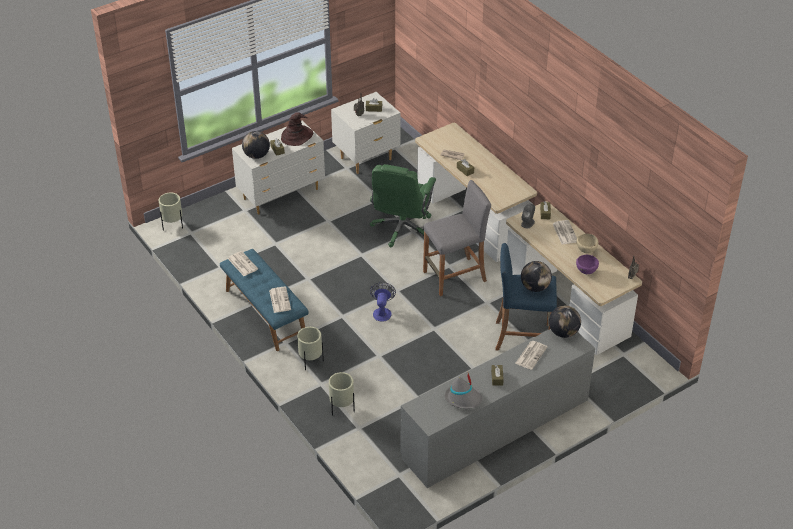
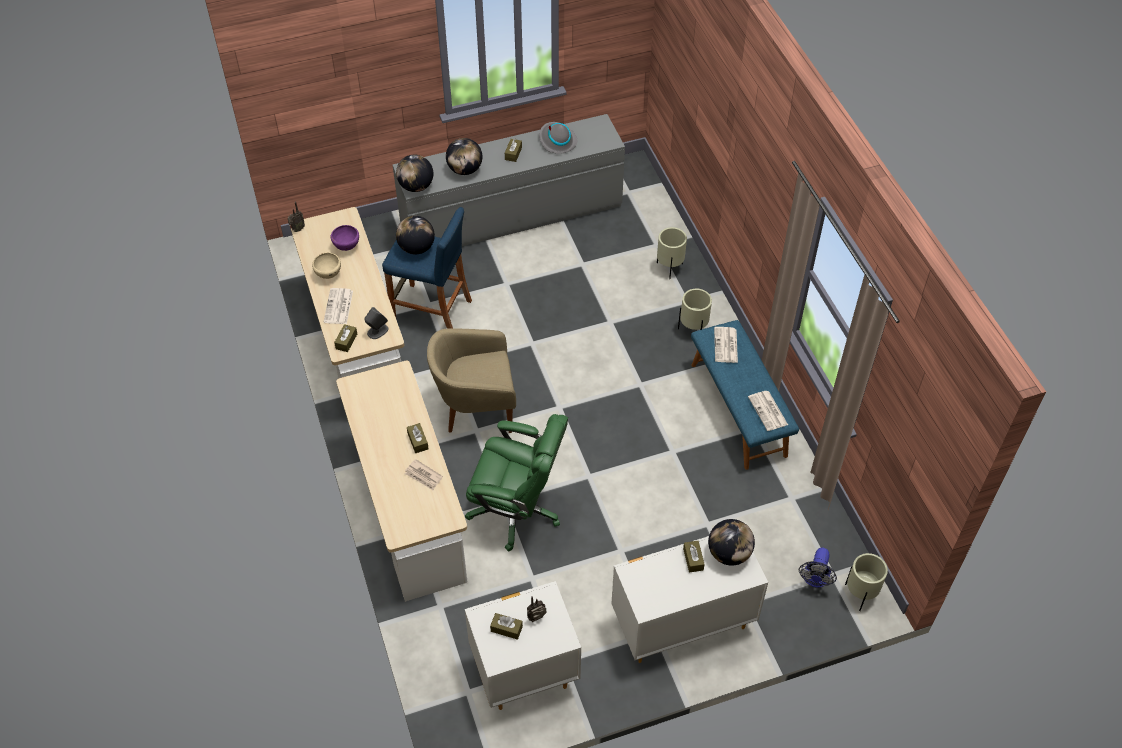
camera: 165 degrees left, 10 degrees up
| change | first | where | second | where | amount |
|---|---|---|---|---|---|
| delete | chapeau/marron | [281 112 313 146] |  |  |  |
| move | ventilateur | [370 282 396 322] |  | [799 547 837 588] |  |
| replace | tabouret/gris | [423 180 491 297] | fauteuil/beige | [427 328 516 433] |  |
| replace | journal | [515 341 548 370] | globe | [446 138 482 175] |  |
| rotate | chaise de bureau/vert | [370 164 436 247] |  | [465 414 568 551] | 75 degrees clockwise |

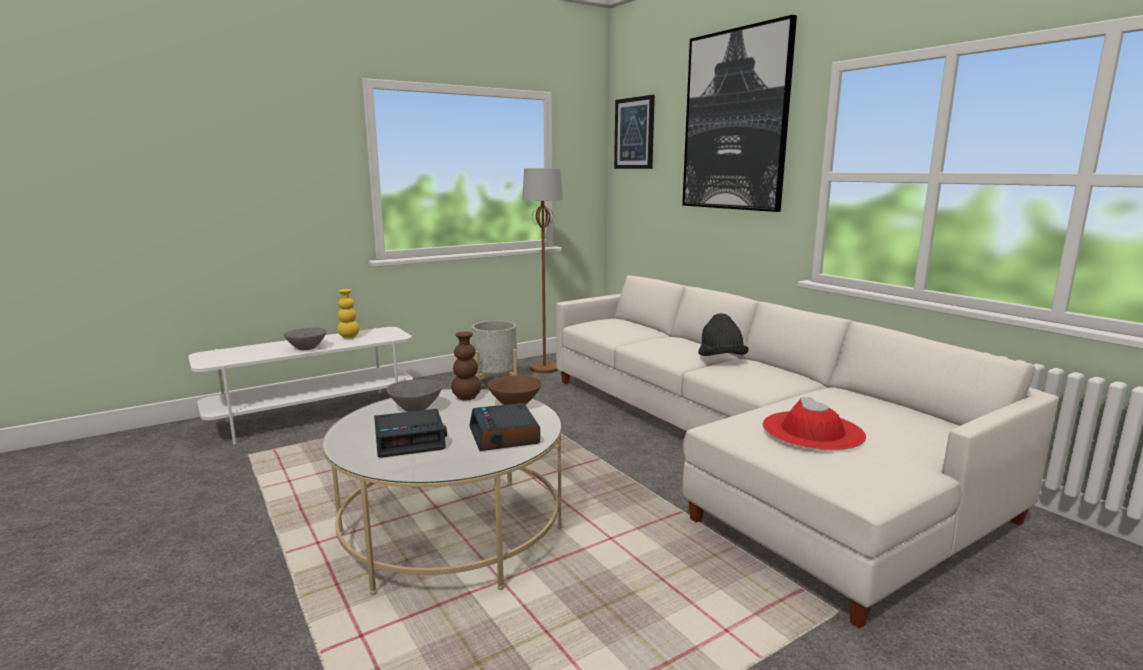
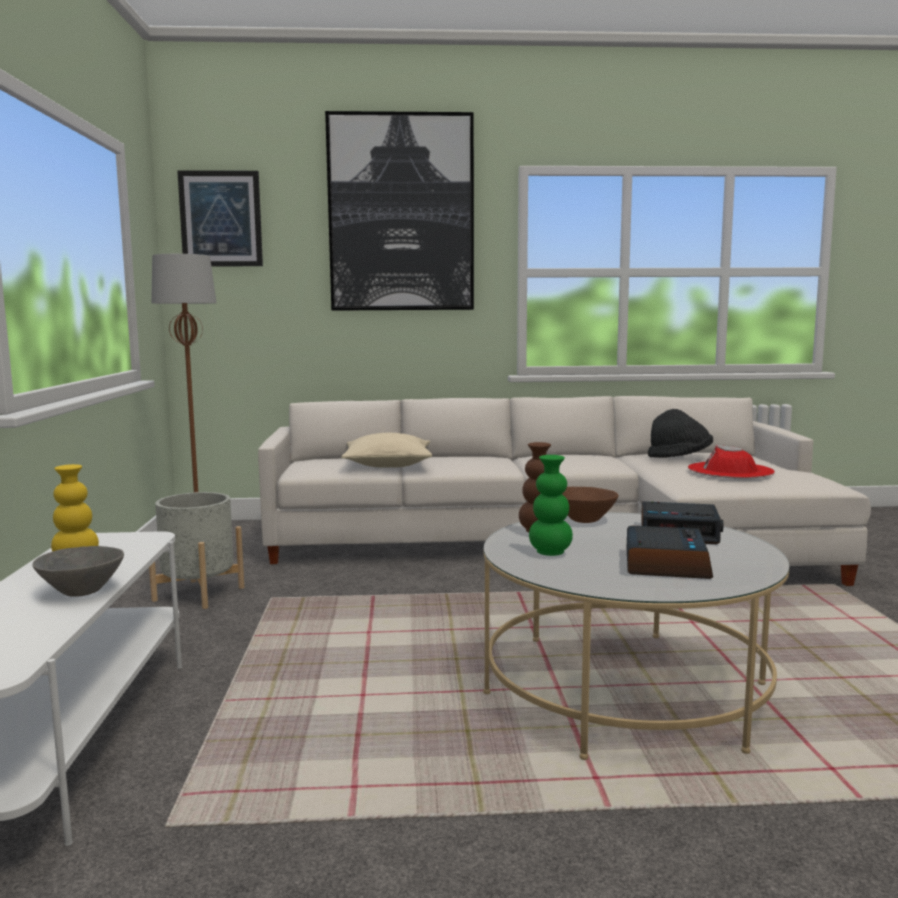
camera: 60 degrees left, 5 degrees down
| change | first | where | second | where | amount |
|---|---|---|---|---|---|
| insert |  |  | coussin/beige | [341 433 432 468] |  |
| move | chapeau/noir | [698 313 749 356] |  | [648 409 713 458] |  |
| replace | bol/gris | [386 379 442 412] | vase/vert | [529 455 573 556] |  |

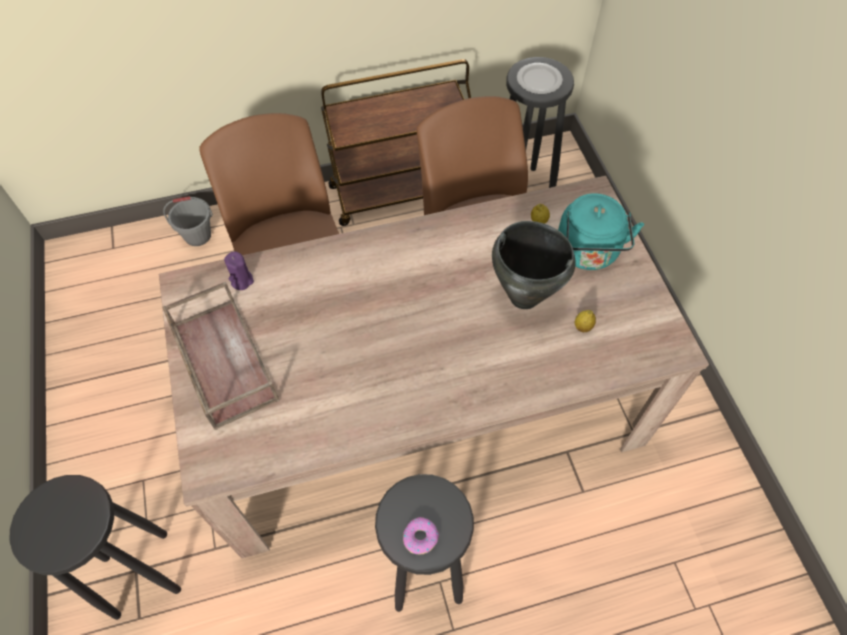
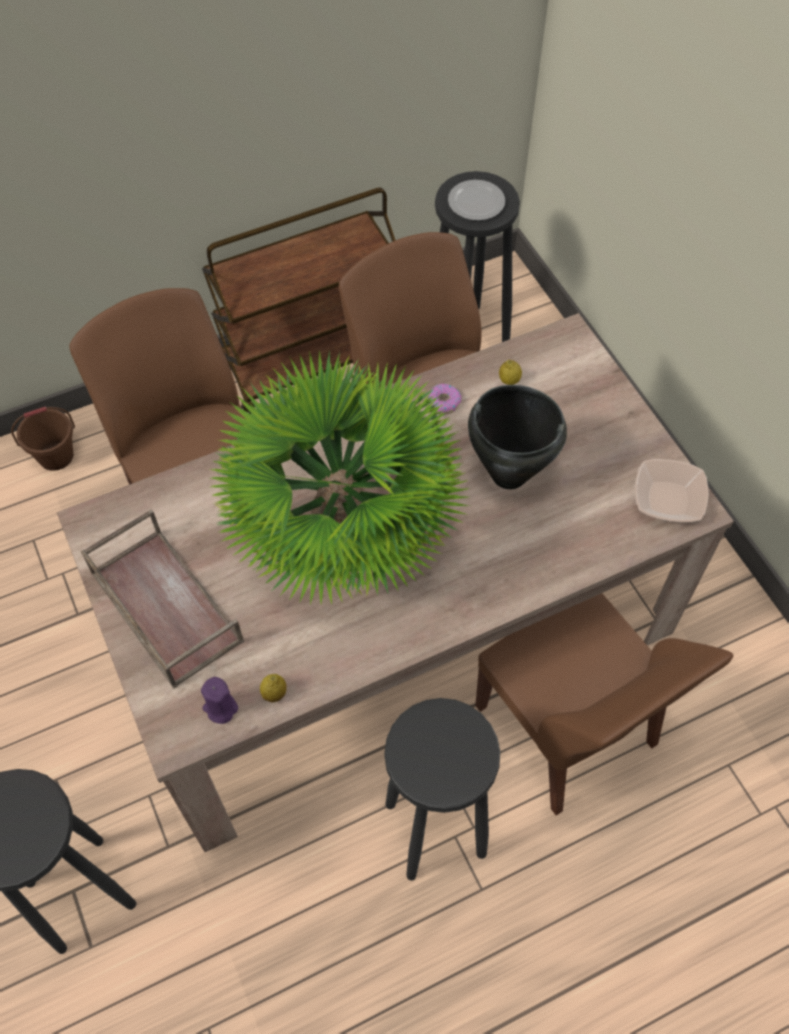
camera: 10 degrees left, 0 degrees up
| change | first | where | second | where | amount |
|---|---|---|---|---|---|
| delete | bouilloire/turquoise | [558 193 644 270] |  |  |  |
| insert |  |  | plante en pot | [210 350 471 604] |  |
| insert |  |  | chaise/marron | [475 593 733 815] |  |
| insert |  |  | bol | [635 459 709 522] |  |
| move | bougie/violet | [224 251 254 290] |  | [201 677 238 724] |  |
| move | beignet | [403 517 439 554] |  | [427 384 462 415] |  |
| move | citron | [575 310 596 332] |  | [260 674 286 703] |  |
| recolor | seau/gris | [163 196 213 246] | seau/marron | [11 406 75 471] |  |

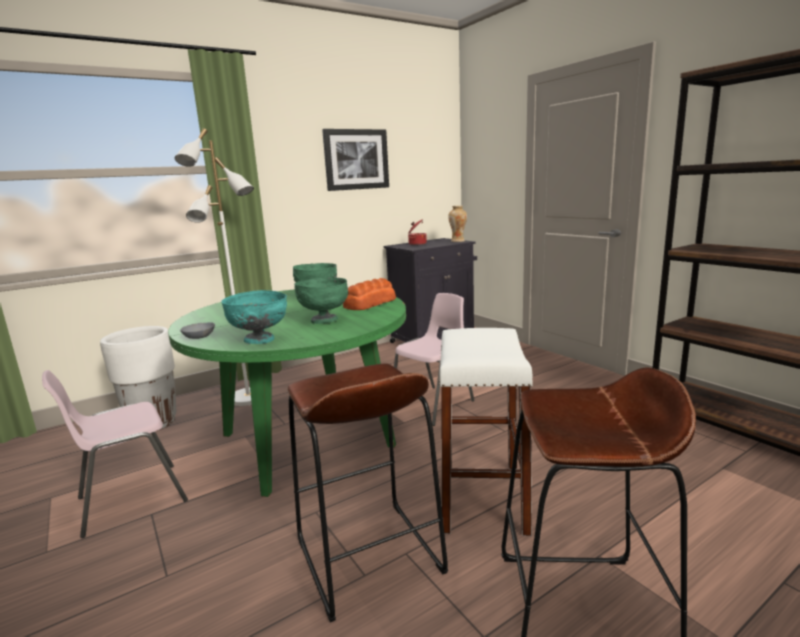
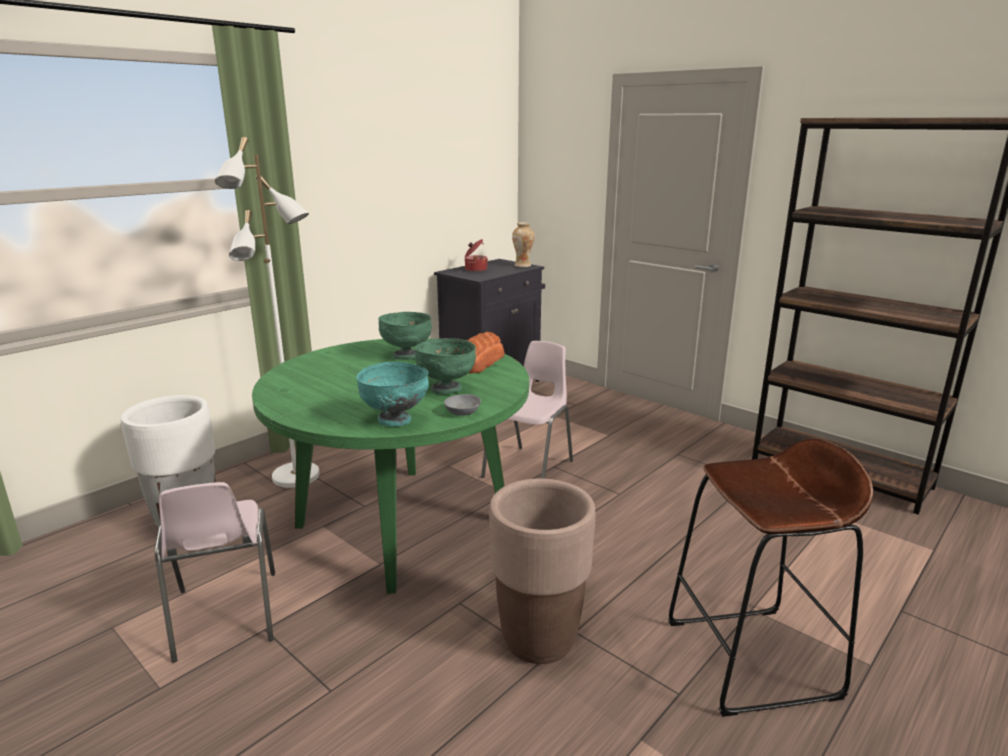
camera: 15 degrees left, 5 degrees up
| change | first | where | second | where | amount |
|---|---|---|---|---|---|
| delete | tableau | [322 129 389 191] |  |  |  |
| delete | tabouret/blanc | [439 328 533 536] |  |  |  |
| move | bol/gris | [180 322 215 339] |  | [444 394 481 416] |  |
| replace | tabouret/marron | [288 363 448 622] | cache-pot/marron | [489 478 596 664] |  |
| rotate | chaise/rose | [42 370 188 538] |  | [155 482 275 663] | 60 degrees counterclockwise |

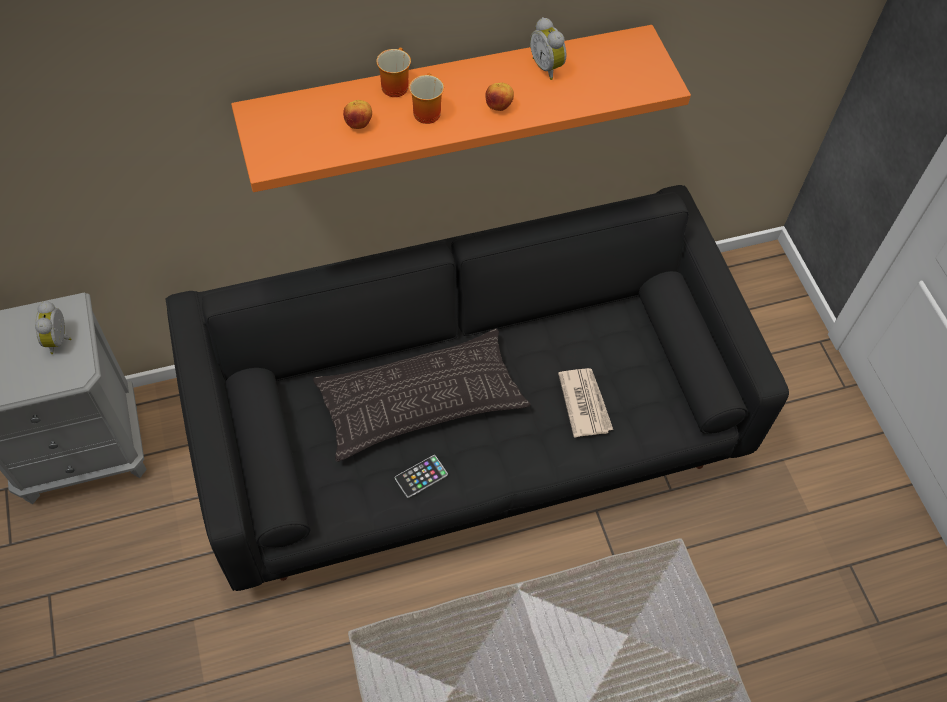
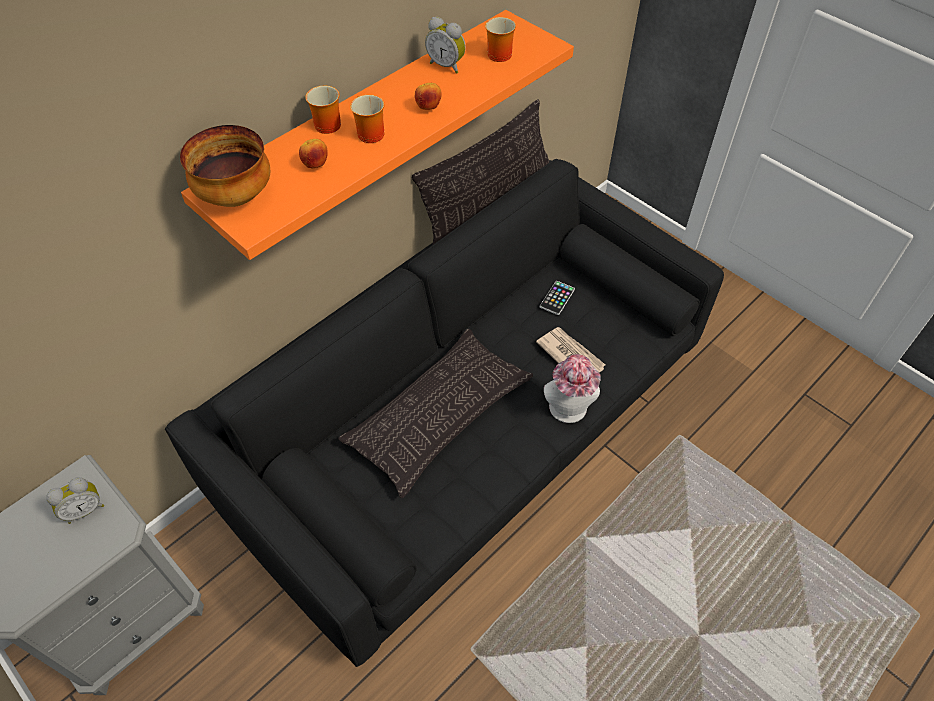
camera: 25 degrees left, 5 degrees down
| change | first | where | second | where | amount |
|---|---|---|---|---|---|
| insert |  |  | bol | [180 125 270 207] |  |
| insert |  |  | coussin | [412 99 549 244] |  |
| insert |  |  | mug | [485 17 516 62] |  |
| insert |  |  | chapeau | [544 354 601 423] |  |
| move | téléphone | [395 455 448 498] |  | [540 281 575 315] |  |
| rotate | réveil | [35 301 71 354] |  | [46 477 104 524] | 90 degrees counterclockwise |

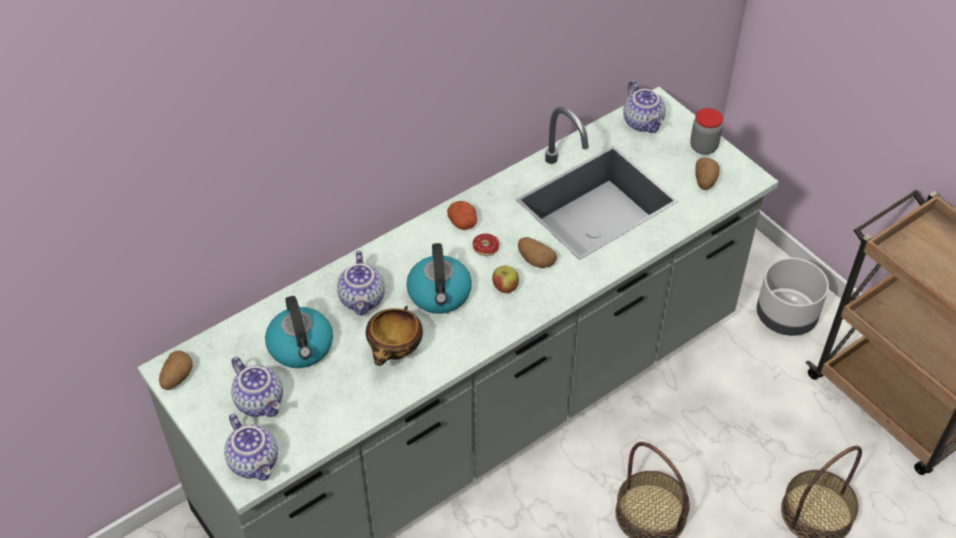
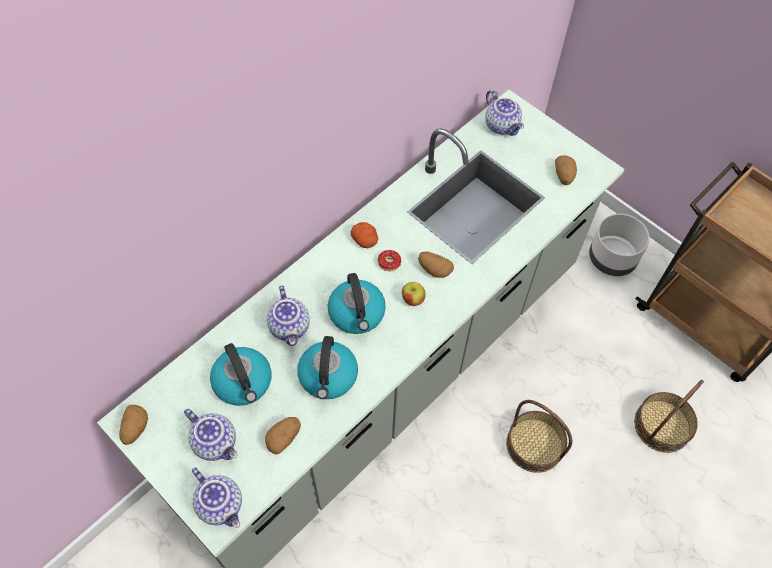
camera: 10 degrees left, 10 degrees up
| change | first | where | second | where | amount |
|---|---|---|---|---|---|
| delete | bocal | [690 108 723 155] |  |  |  |
| insert |  |  | pomme de terre | [265 417 301 454] |  |
| replace | bol | [366 306 423 366] | bouilloire | [298 336 358 399] |  |

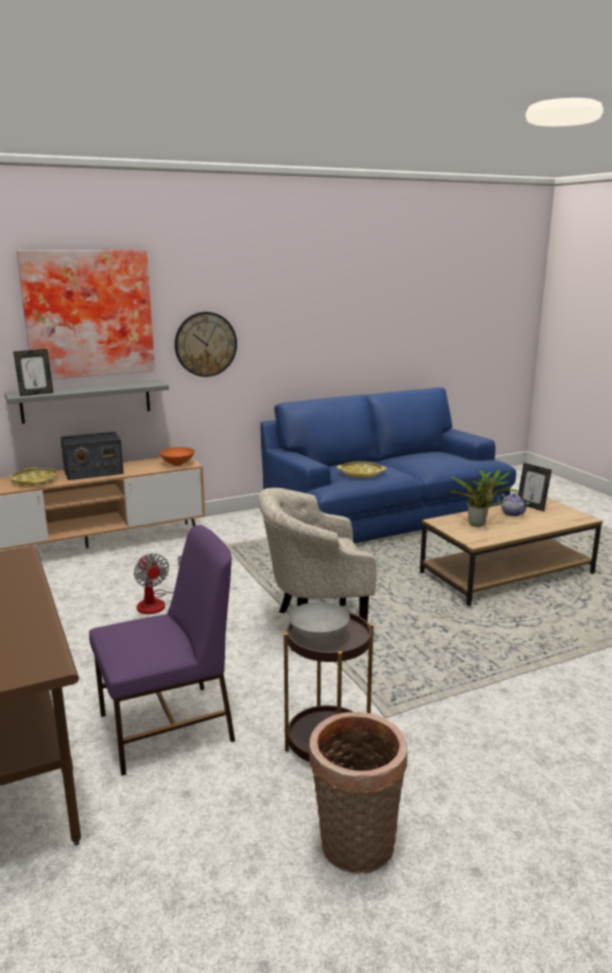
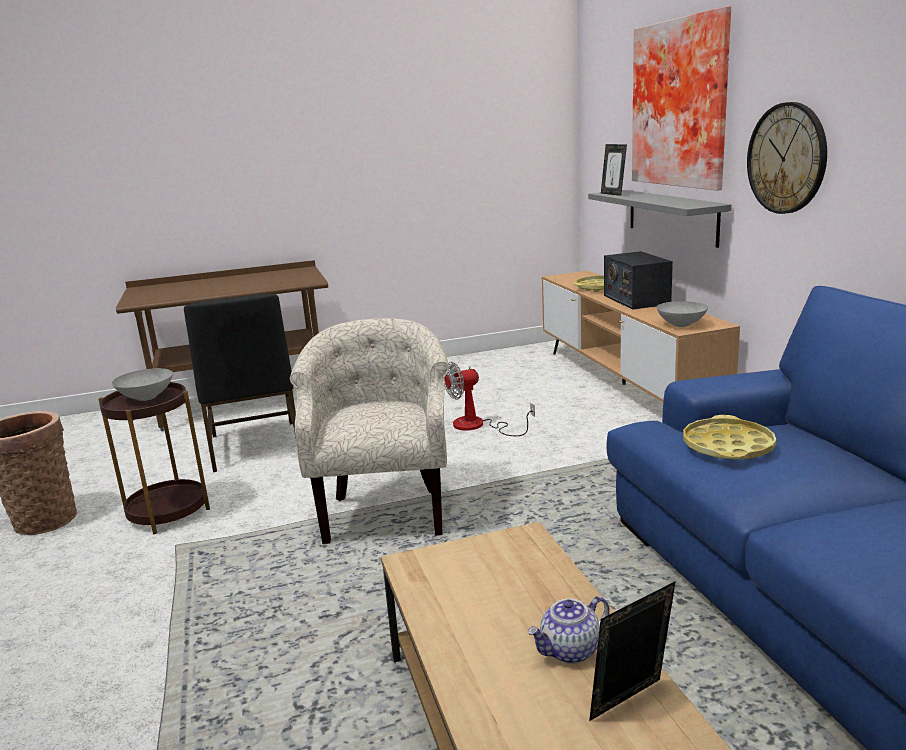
camera: 100 degrees right, 0 degrees up
| change | first | where | second | where | amount |
|---|---|---|---|---|---|
| delete | plante en pot | [449 470 521 527] |  |  |  |
| recolor | chaise/violet | [89 525 235 776] | chaise/noir | [184 294 296 472] |  |
| recolor | bol/orange | [159 447 194 466] | bol/gris | [657 301 708 327] |  |

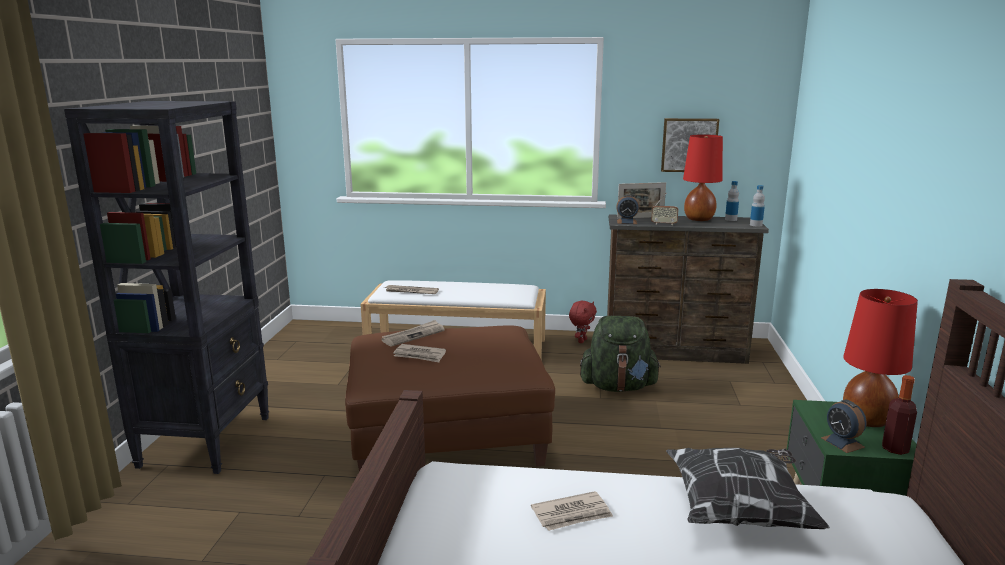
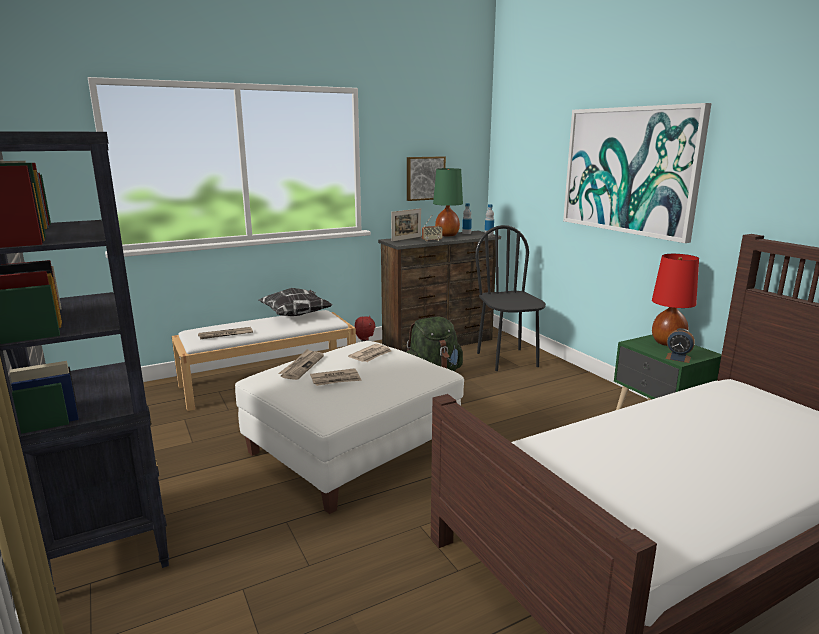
camera: 35 degrees left, 0 degrees up
| change | first | where | second | where | amount |
|---|---|---|---|---|---|
| delete | réveil | [616 195 639 224] |  |  |  |
| delete | bouteille | [882 375 917 455] |  |  |  |
| insert |  |  | chaise/noir | [475 225 546 371] |  |
| insert |  |  | tableau | [563 103 712 243] |  |
| move | journal | [531 491 613 531] |  | [348 344 391 362] |  |
| move | coussin | [666 448 830 529] |  | [258 288 332 316] |  |
| recolor | pouf/marron | [345 325 555 471] | pouf/blanc | [235 341 464 514] |  |
| recolor | lampe de table/rouge | [683 134 723 221] | lampe de table/vert | [433 168 463 236] |  |

